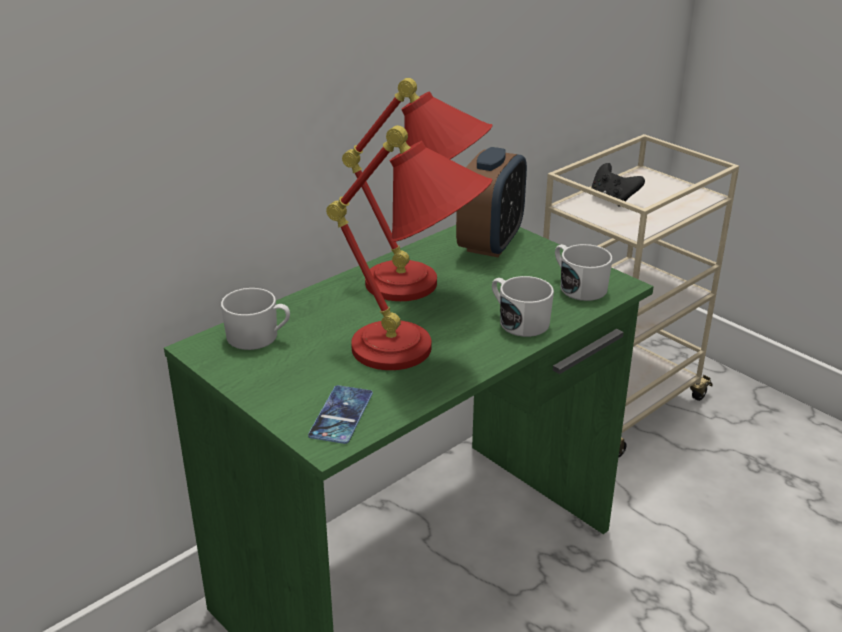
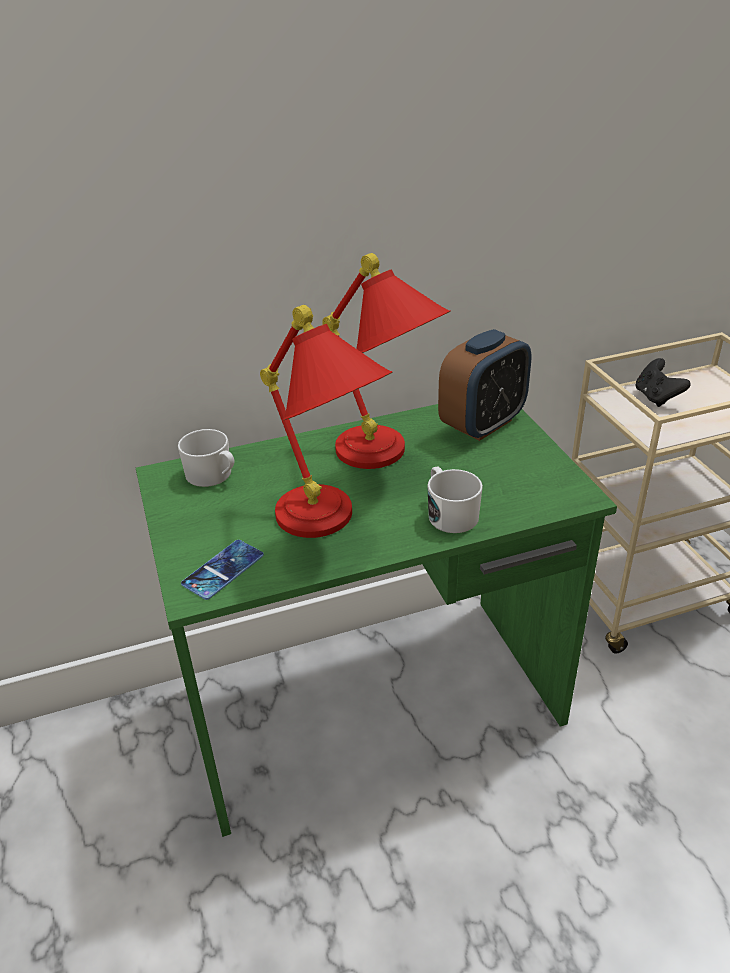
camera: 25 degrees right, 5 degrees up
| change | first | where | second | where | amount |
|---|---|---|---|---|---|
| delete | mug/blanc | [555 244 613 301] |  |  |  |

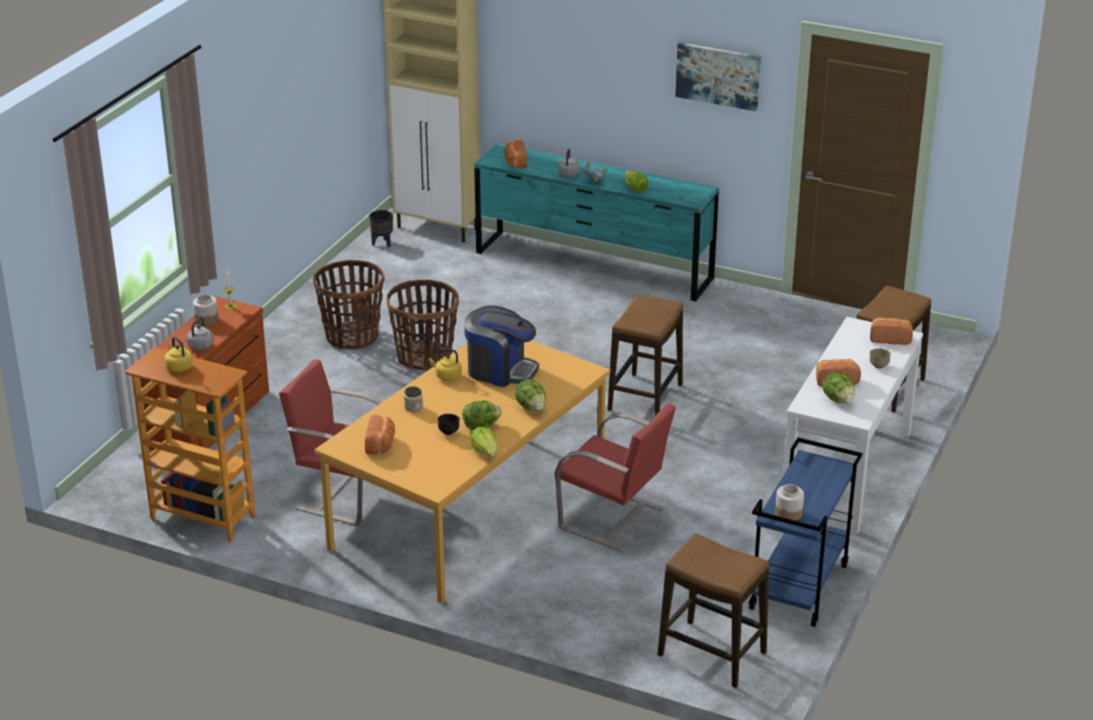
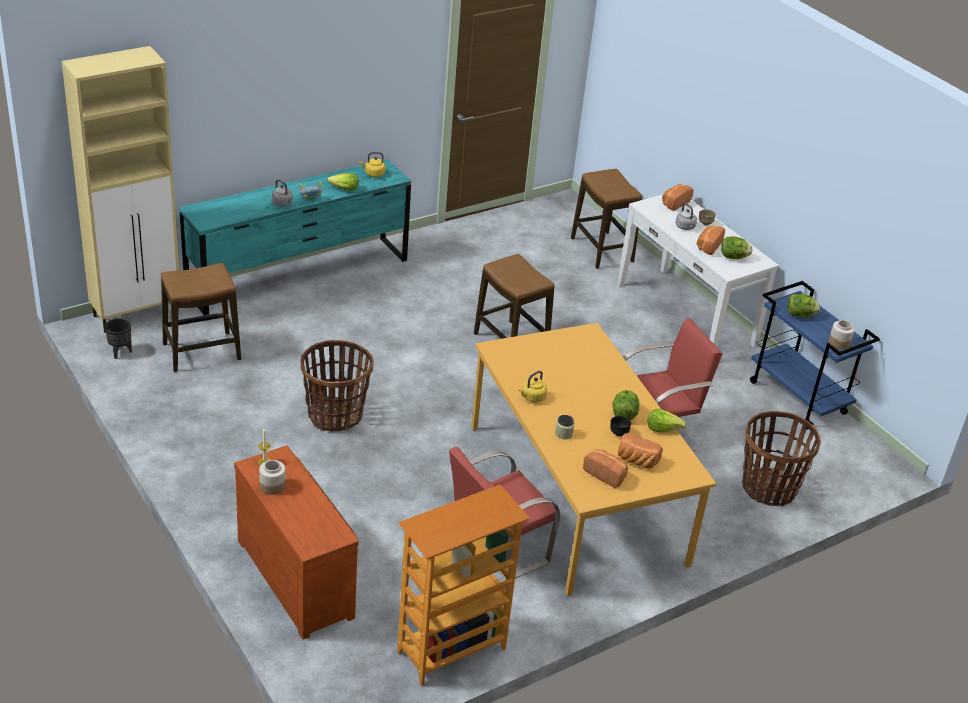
camera: 60 degrees left, 5 degrees up
| change | first | where | second | where | amount |
|---|---|---|---|---|---|
| delete | machine à café | [464 306 539 387] |  |  |  |
| delete | tableau | [675 42 761 111] |  |  |  |
| move | bouilloire/jaune | [165 337 193 372] |  | [360 152 386 177] |  |
| move | bouilloire/gris | [185 317 213 350] |  | [675 203 697 230] |  |
| move | panier | [313 260 385 349] |  | [742 411 821 506] |  |
| move | pain | [504 140 527 168] |  | [618 433 663 469] |  |
| move | laitue | [515 379 546 411] |  | [787 294 820 317] |  |
| move | tabouret | [658 533 769 688] |  | [161 263 241 372] |  |

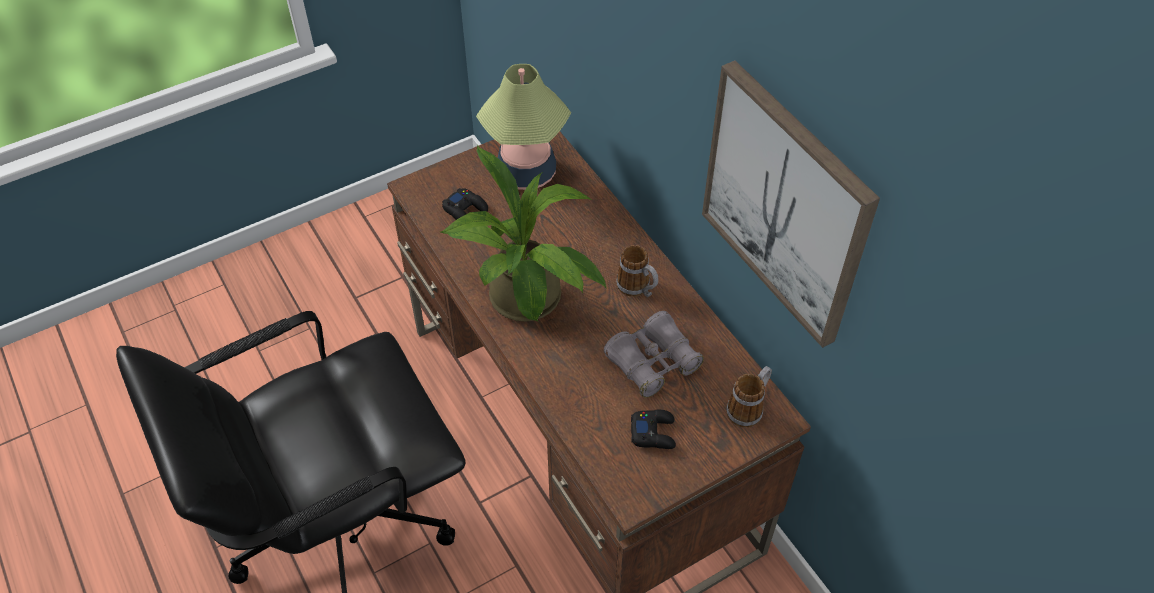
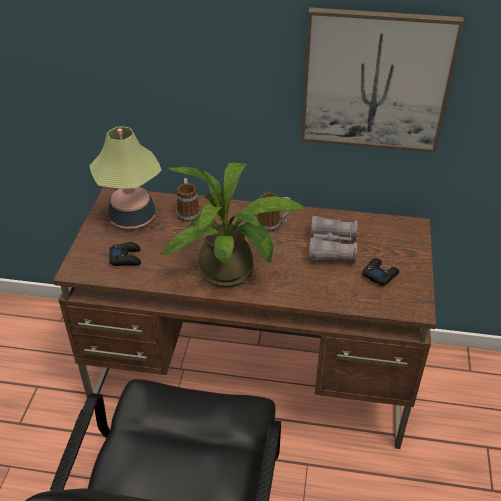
camera: 50 degrees left, 10 degrees down
| change | first | where | second | where | amount |
|---|---|---|---|---|---|
| move | mug | [726 366 772 428] |  | [177 178 200 222] |  |

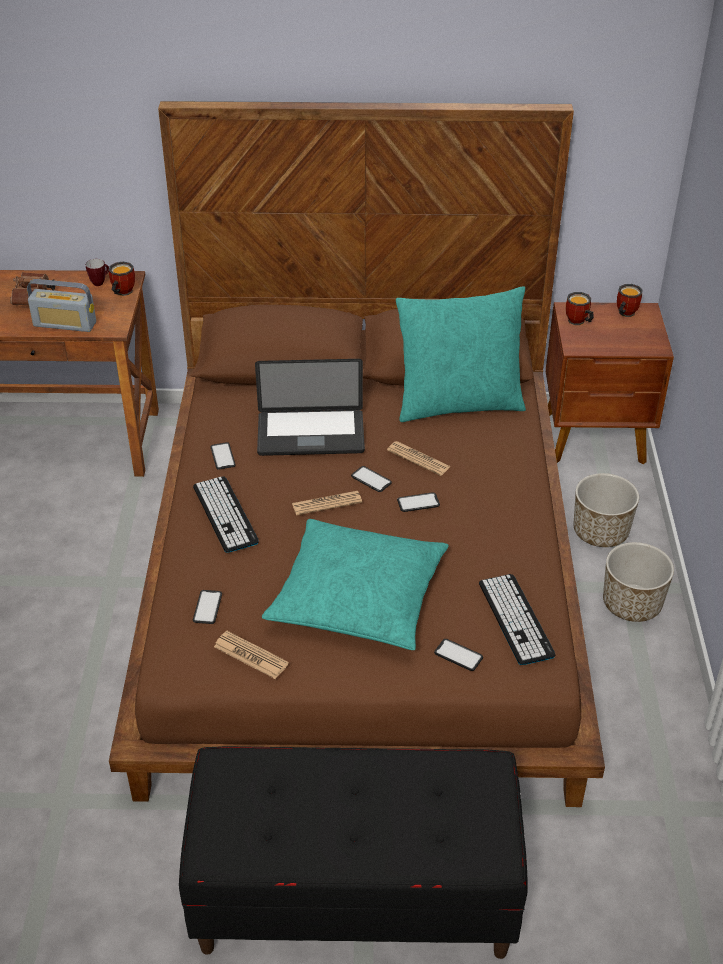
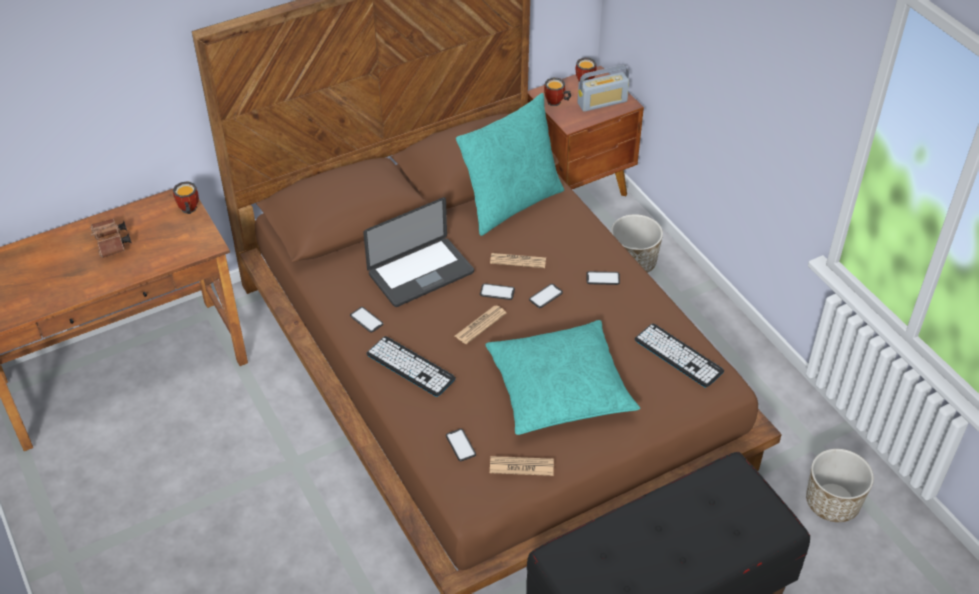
camera: 30 degrees left, 5 degrees up
| change | first | where | second | where | amount |
|---|---|---|---|---|---|
| delete | mug | [86 259 109 286] |  |  |  |
| move | radio | [27 279 96 332] |  | [578 65 629 112] |  |
| move | téléphone | [434 639 483 671] |  | [586 271 620 285] |  |
| move | cache-pot | [603 542 674 622] |  | [806 449 874 522] |  |

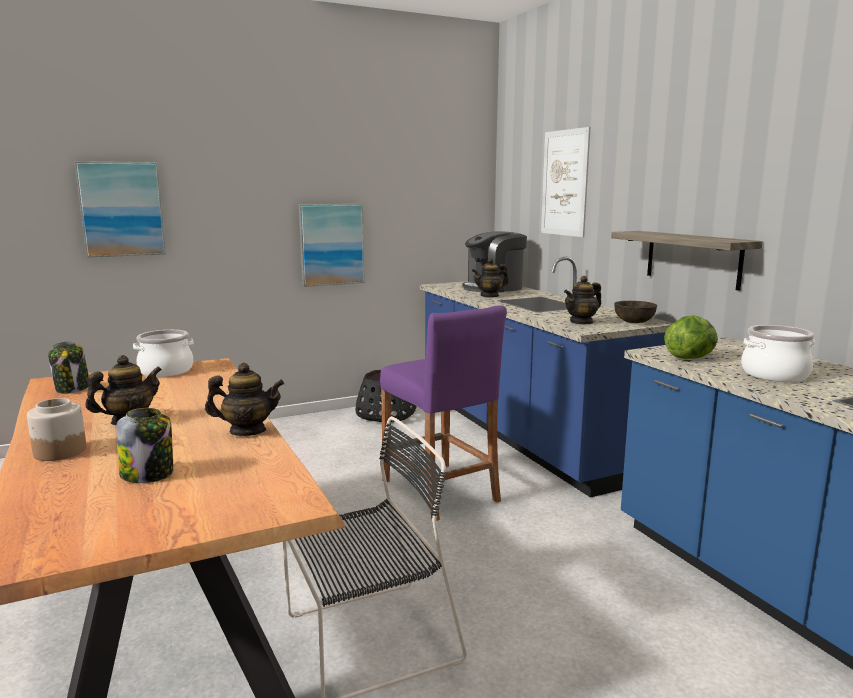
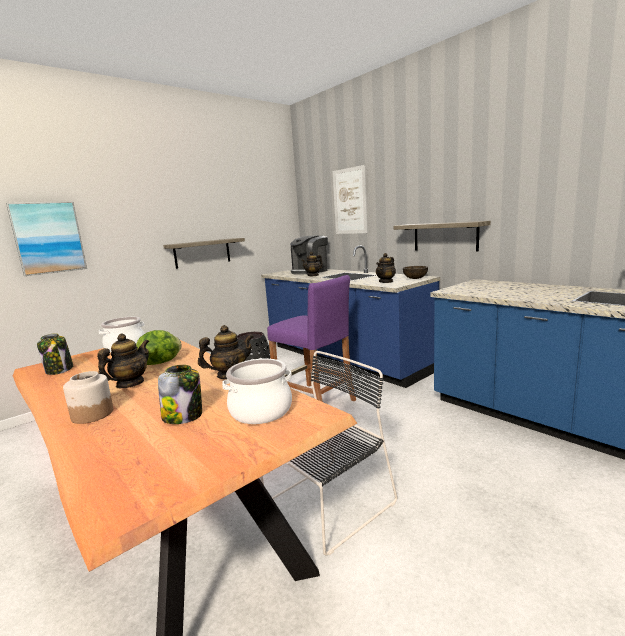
camera: 15 degrees left, 0 degrees up
| change | first | where | second | where | amount |
|---|---|---|---|---|---|
| move | laitue | [664 315 718 359] |  | [136 330 182 365] |  |
| move | marmite | [741 325 815 382] |  | [222 359 292 424] |  |
| replace | tableau | [299 204 365 287] | étagère | [163 238 245 269] |  |

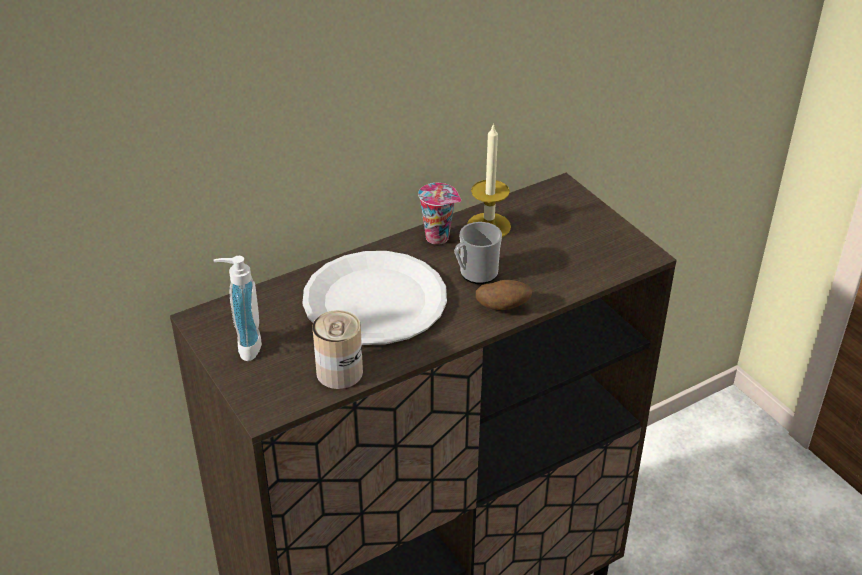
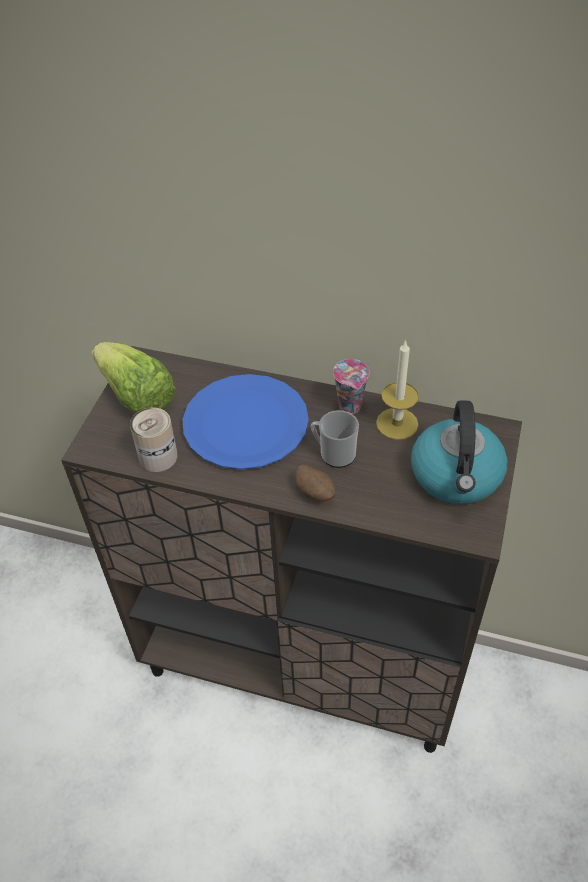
camera: 50 degrees right, 10 degrees up
| change | first | where | second | where | amount |
|---|---|---|---|---|---|
| insert |  |  | bouilloire | [411 400 508 504] |  |
| replace | distributeur de savon | [214 256 262 361] | laitue | [92 342 176 413] |  |
| recolor | assiette/blanc | [302 251 447 345] | assiette/bleu | [183 374 309 470] |  |

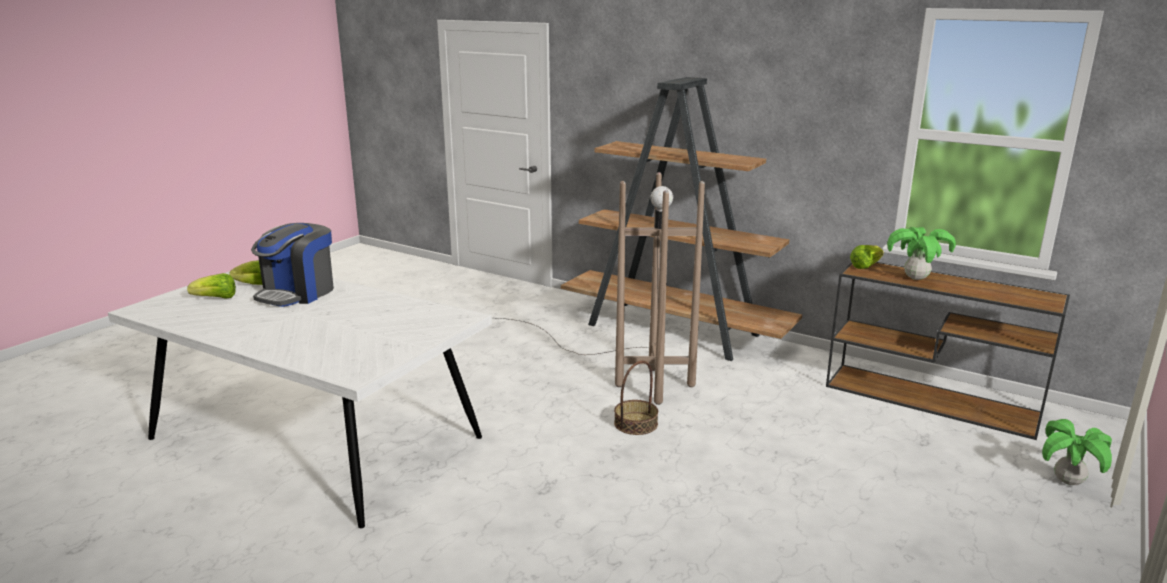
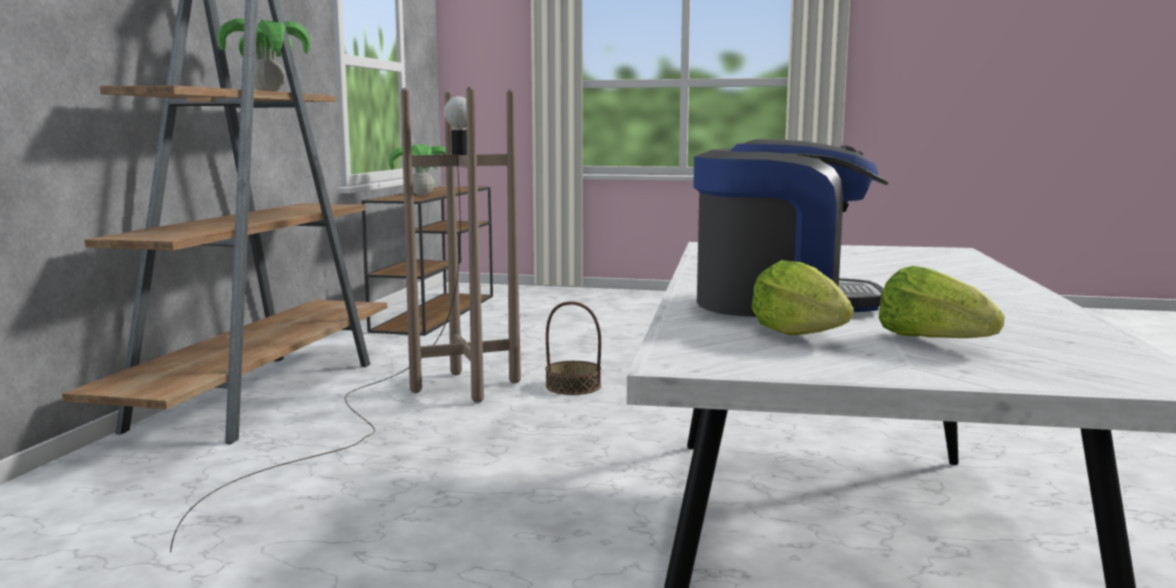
camera: 110 degrees left, 10 degrees down
| change | first | where | second | where | amount |
|---|---|---|---|---|---|
| delete | laitue | [850 245 884 269] |  |  |  |
| move | plante en pot | [1042 419 1112 485] |  | [218 18 310 92] |  |

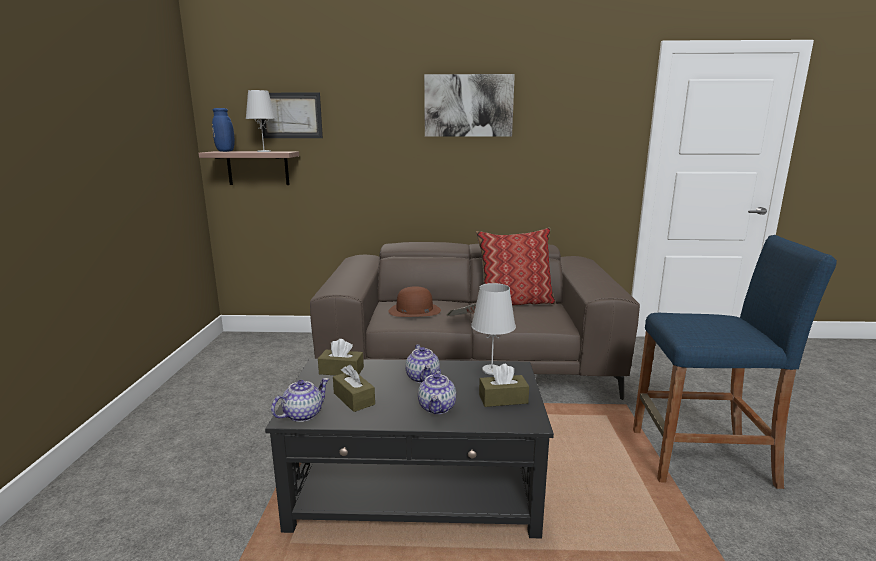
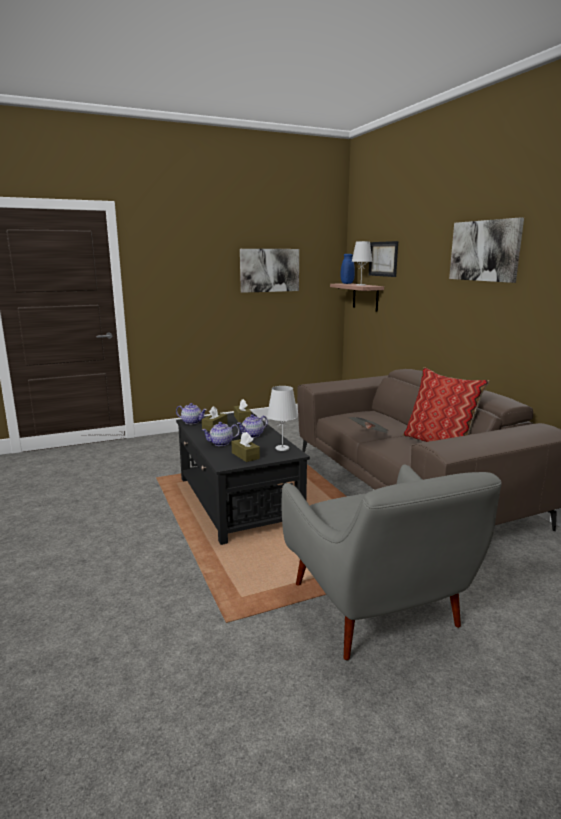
camera: 65 degrees right, 0 degrees up
| change | first | where | second | where | amount |
|---|---|---|---|---|---|
| delete | chapeau/marron | [388 286 441 317] |  |  |  |
| insert |  |  | tableau | [240 249 299 293] |  |
| replace | tabouret/bleu | [633 235 837 489] | fauteuil/gris | [282 464 502 660] |  |

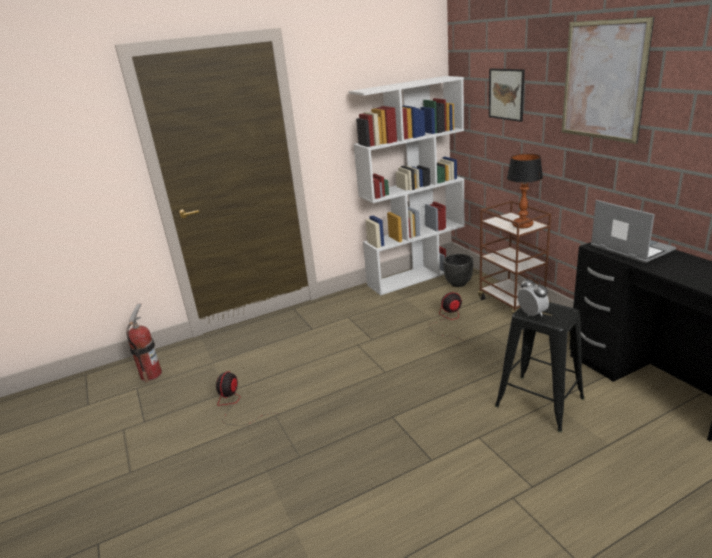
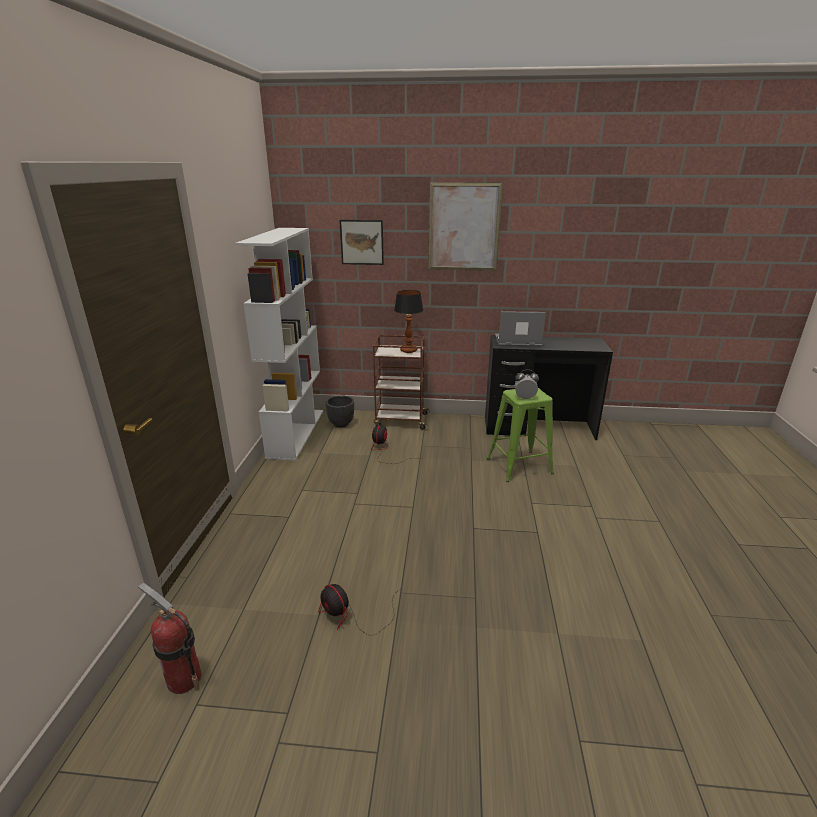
camera: 60 degrees left, 0 degrees up
| change | first | where | second | where | amount |
|---|---|---|---|---|---|
| recolor | tabouret/noir | [495 302 585 432] | tabouret/vert | [487 388 554 482] |  |

